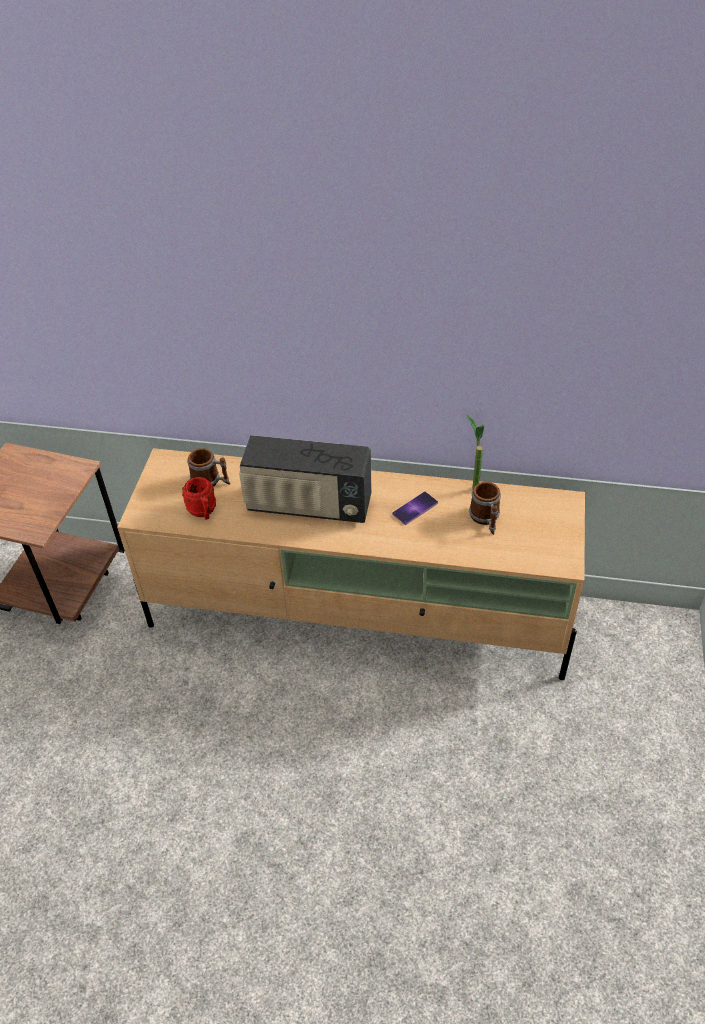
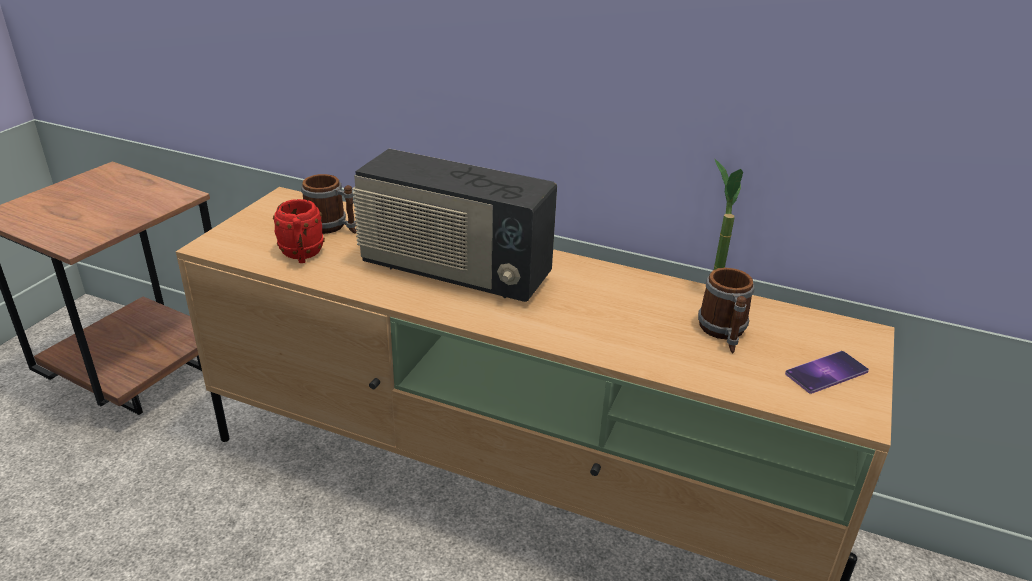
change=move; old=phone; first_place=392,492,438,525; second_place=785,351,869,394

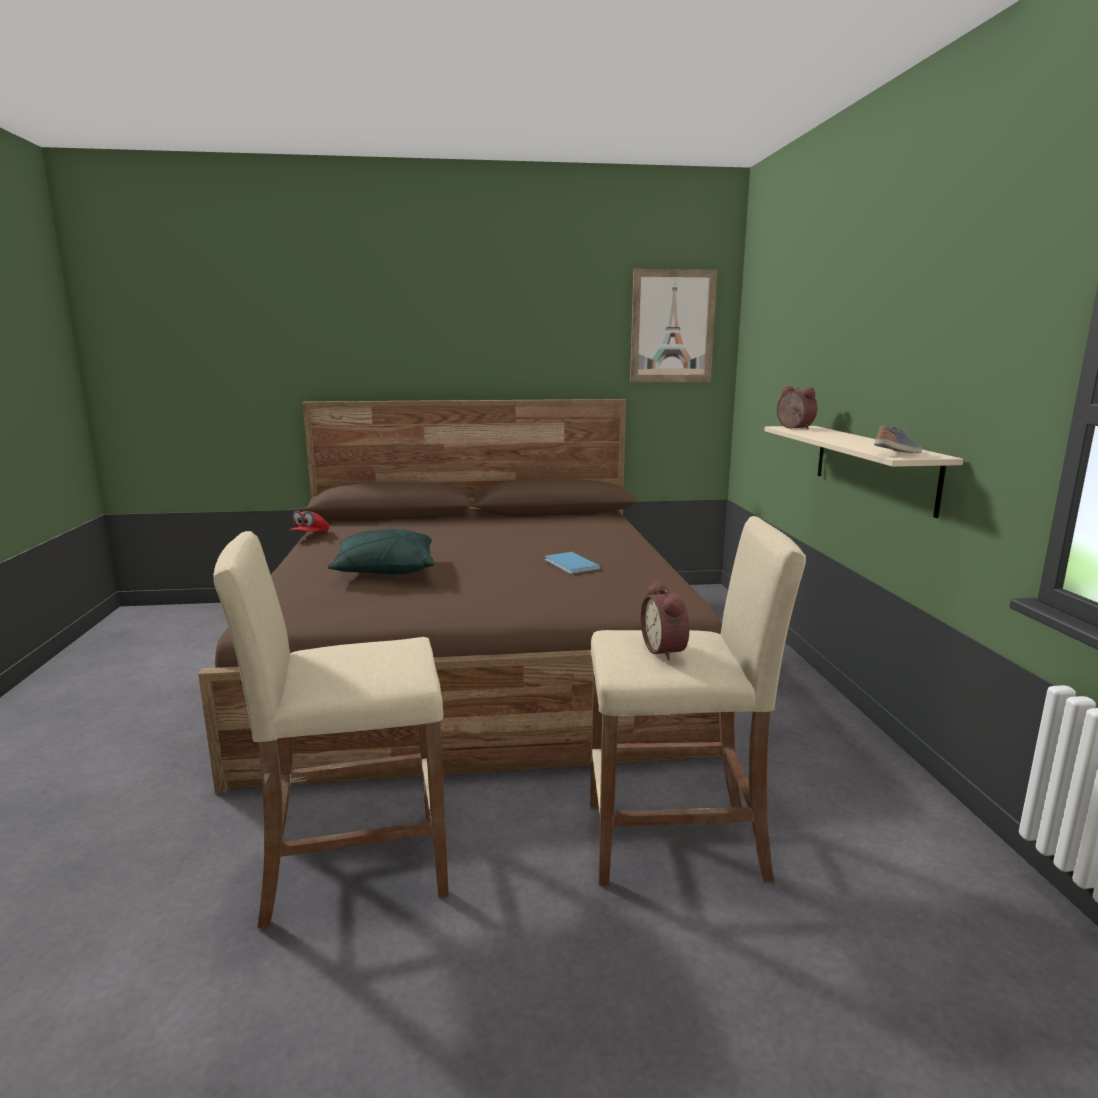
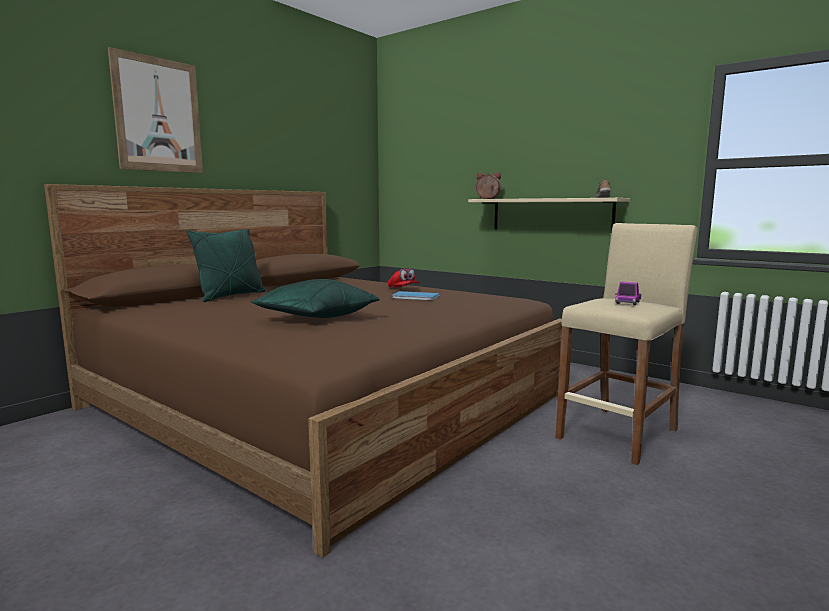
change=move; old=picture; first_place=630,269,717,382; second_place=108,47,203,173
change=insert; new=green pillow; second_place=186,229,266,302
change=move; old=red cap; first_place=289,511,329,532; second_place=388,268,420,288
change=replace; old=alarm clock; new=toy truck; first_place=641,581,689,661; second_place=615,281,641,305
change=delete; old=beige stool; first_place=213,531,449,928

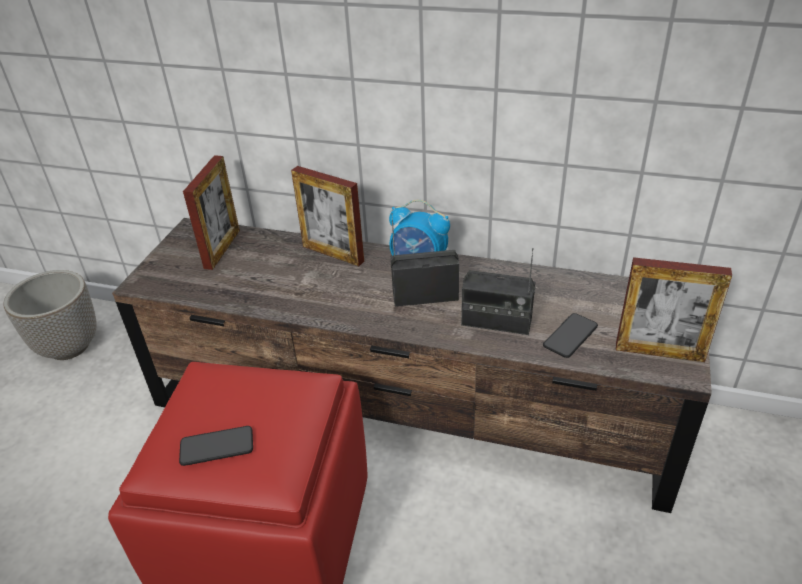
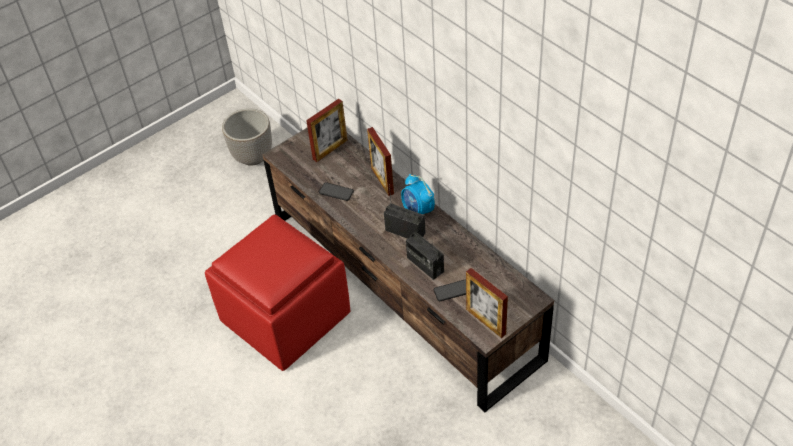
change=move; old=phone; first_place=179,426,253,466; second_place=319,182,354,201

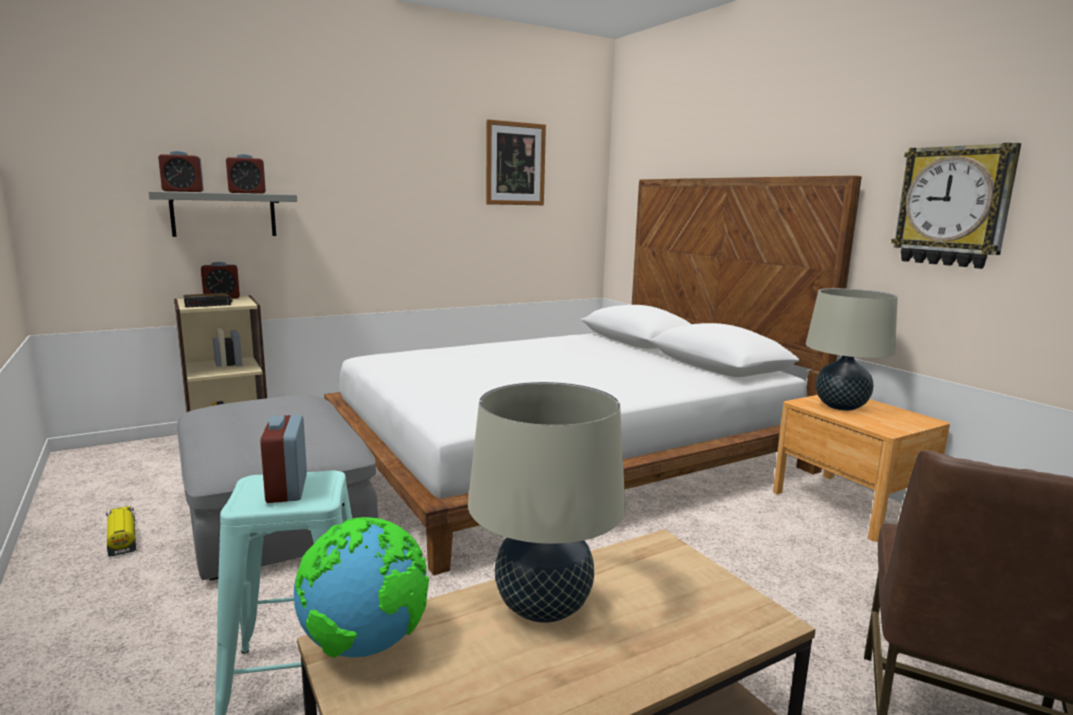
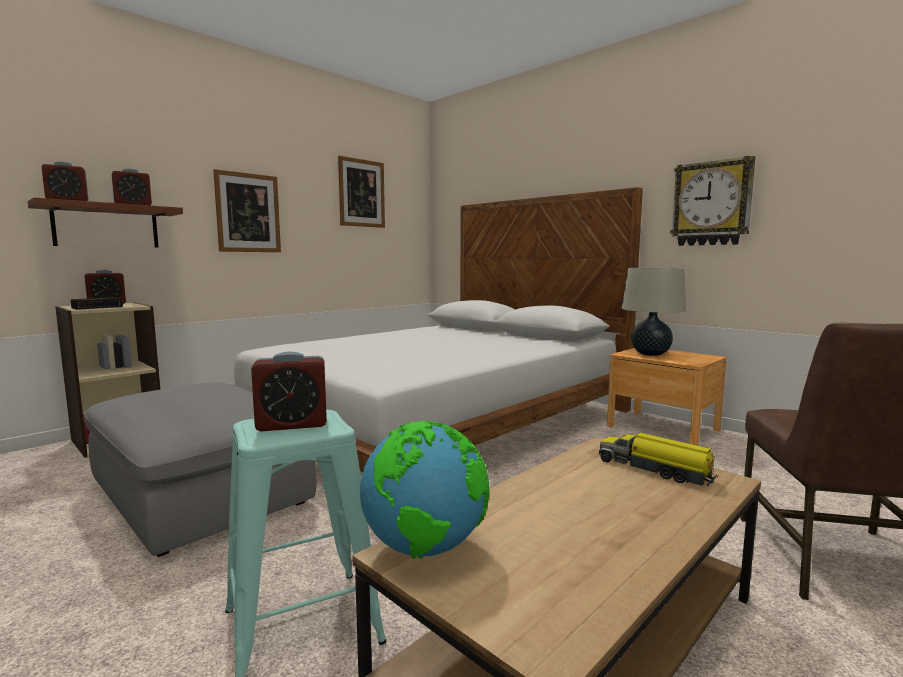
change=recolor; old=grey shelf; new=brown shelf; first_place=148,191,297,237; second_place=27,197,183,248
change=insert; new=picture; second_place=213,169,281,252
change=rotate; old=alarm clock; first_place=260,415,307,503; second_place=251,352,327,432; degrees=-75
change=move; old=toy truck; first_place=106,506,136,557; second_place=599,433,717,486
change=delete; old=beige table lamp; first_place=468,382,625,623

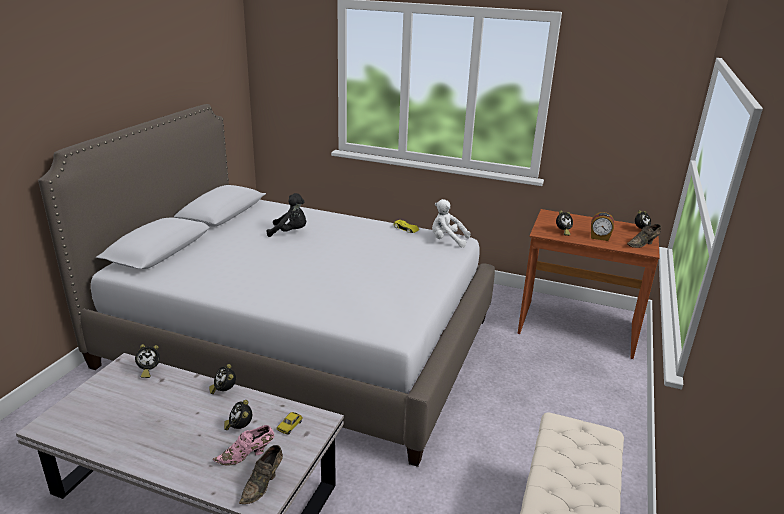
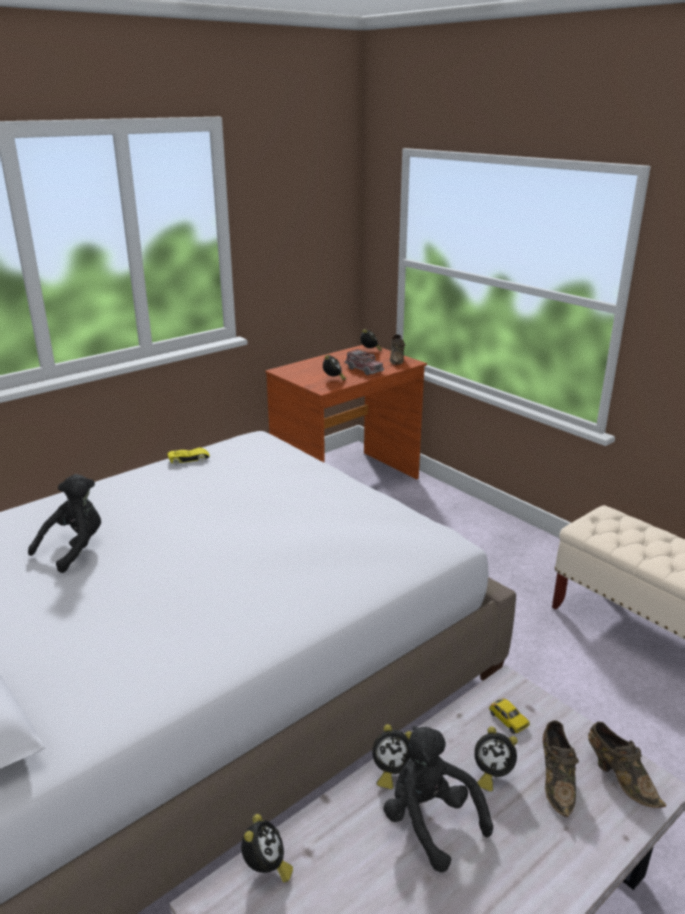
change=replace; old=alarm clock; new=toy truck; first_place=591,212,614,241; second_place=345,349,384,375
change=insert; new=black plush toy; second_place=384,725,493,873
change=recolor; old=pink shoe; new=brown shoe; first_place=213,425,274,466; second_place=543,720,579,817
change=delete; old=white plush toy; first_place=432,199,471,248

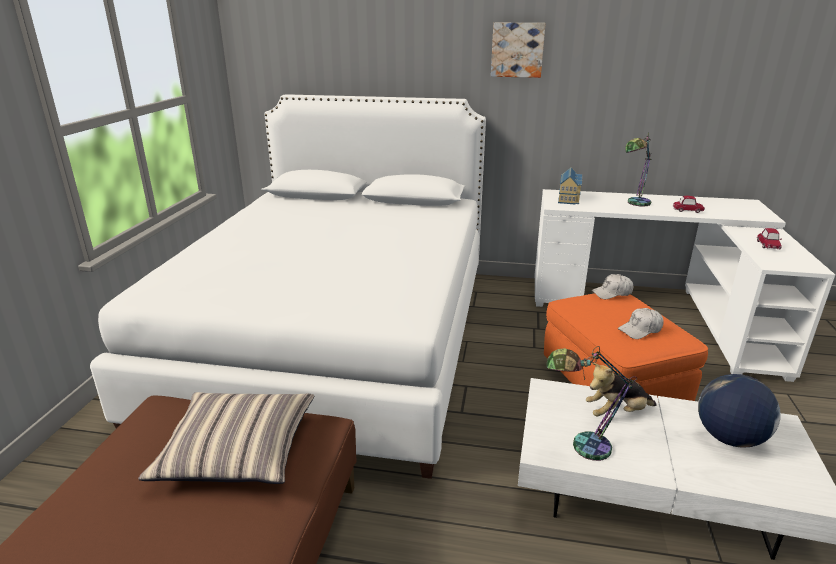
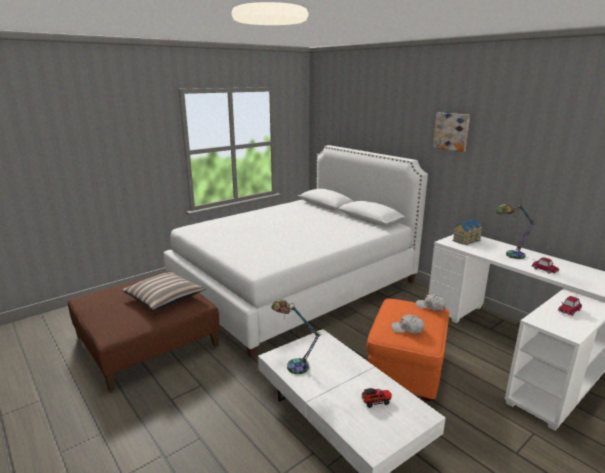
change=replace; old=globe; new=toy truck; first_place=698,374,781,448; second_place=362,388,392,408
change=delete; old=plush toy; first_place=586,363,657,417

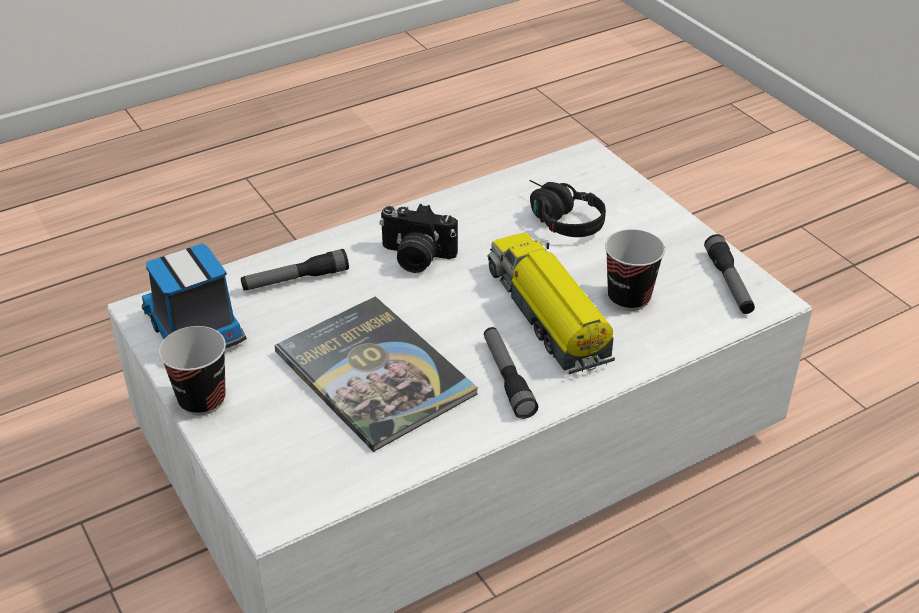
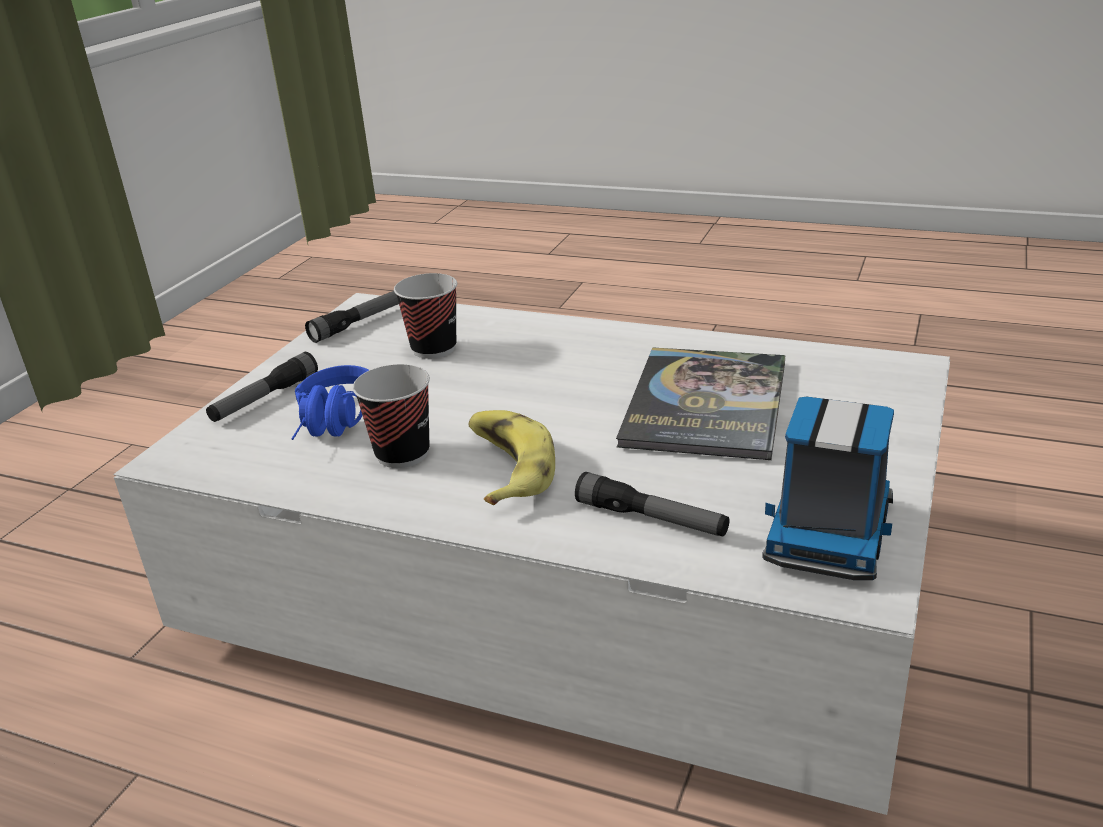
change=move; old=flashlight; first_place=484,327,538,419; second_place=206,352,318,422
change=recolor; old=black headphones; new=blue headphones; first_place=529,180,606,237; second_place=292,365,369,440
change=move; old=cup; first_place=159,326,226,416; second_place=353,364,430,468
change=replace; old=photo camera; new=banana; first_place=379,204,458,273; second_place=468,410,555,505
change=delete; old=toy truck; first_place=487,233,615,374

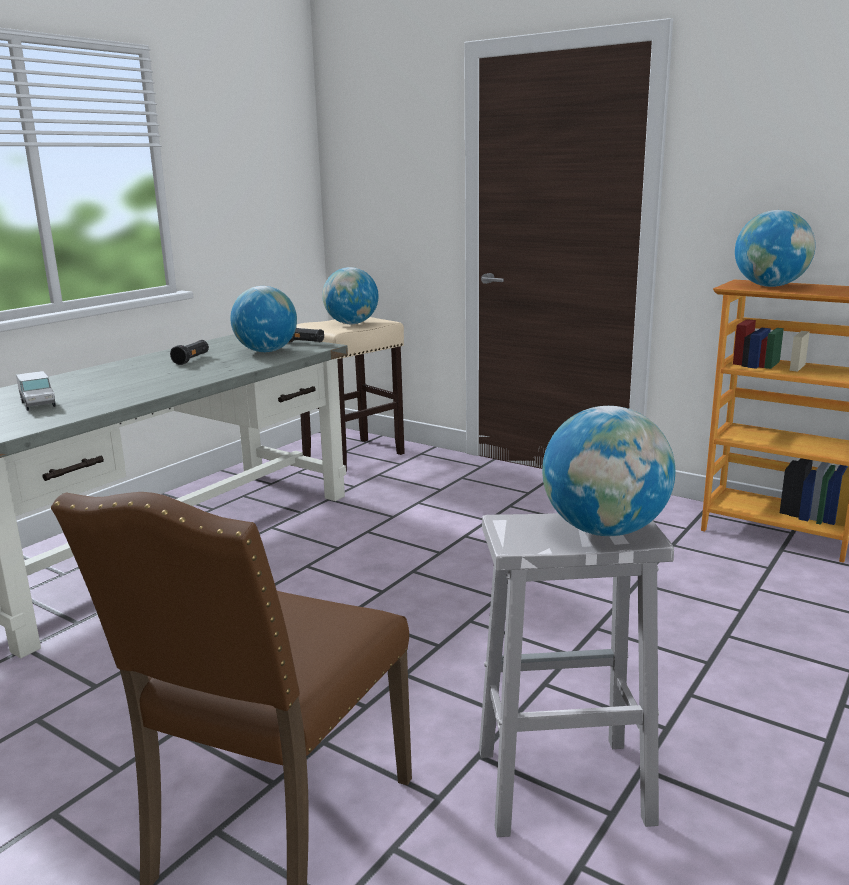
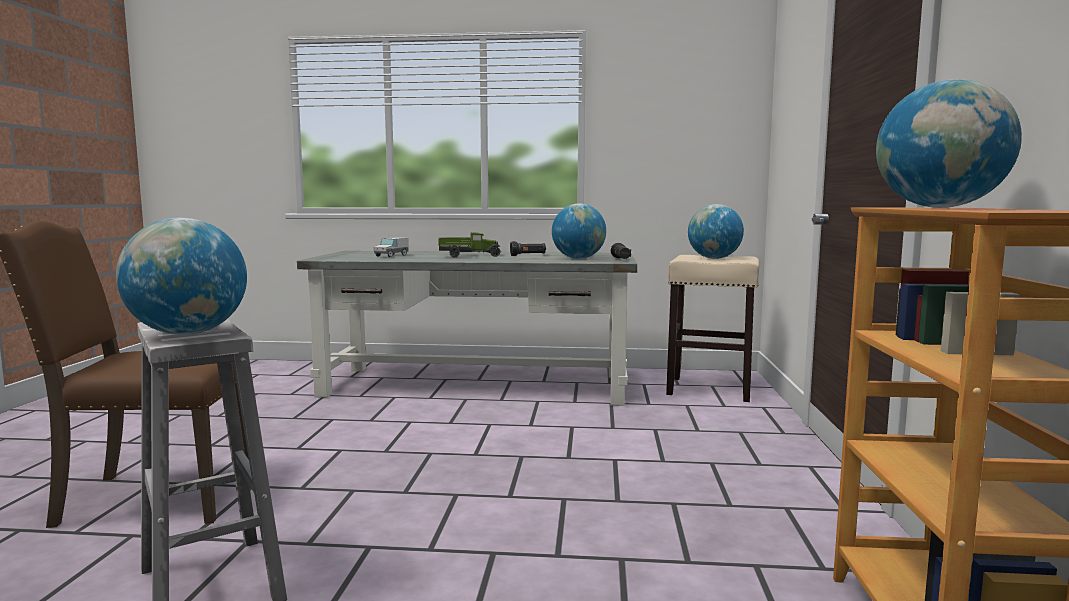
change=insert; new=toy truck; second_place=439,232,501,257

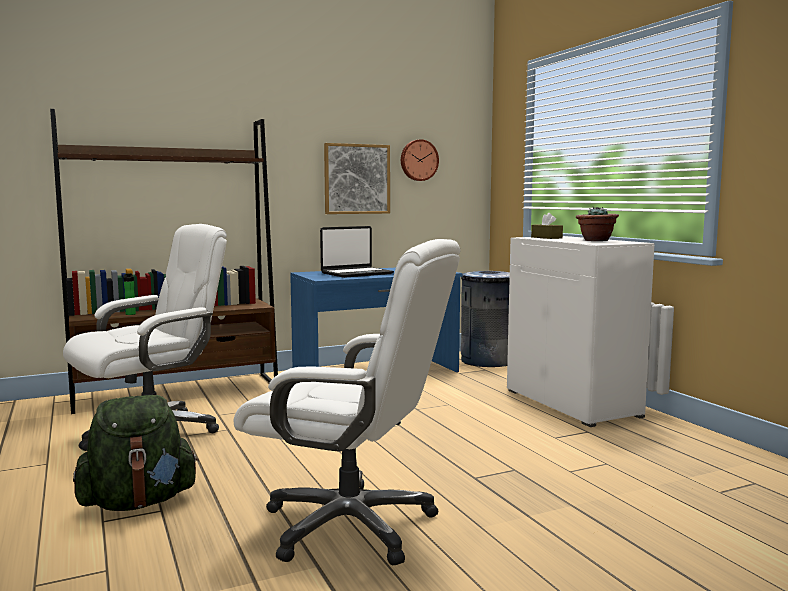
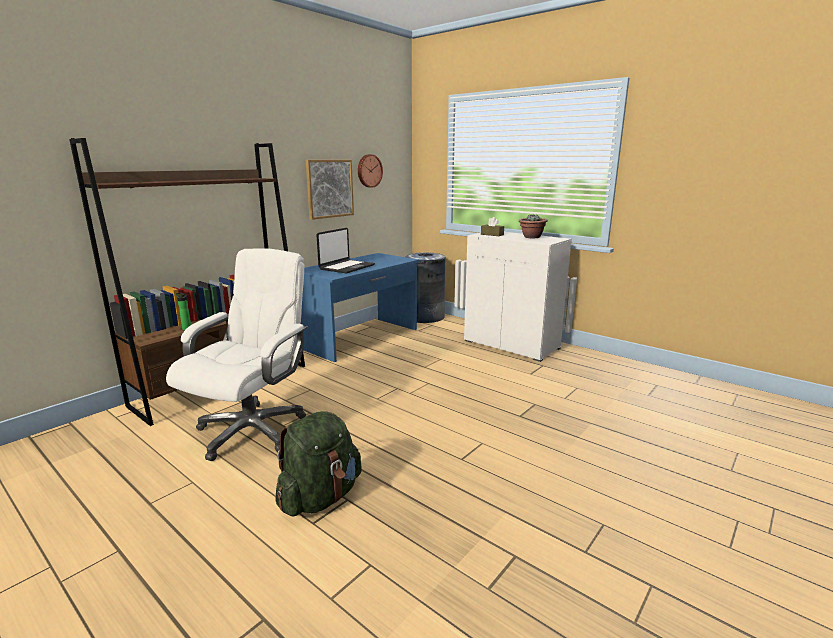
change=delete; old=white office chair; first_place=234,239,461,565

